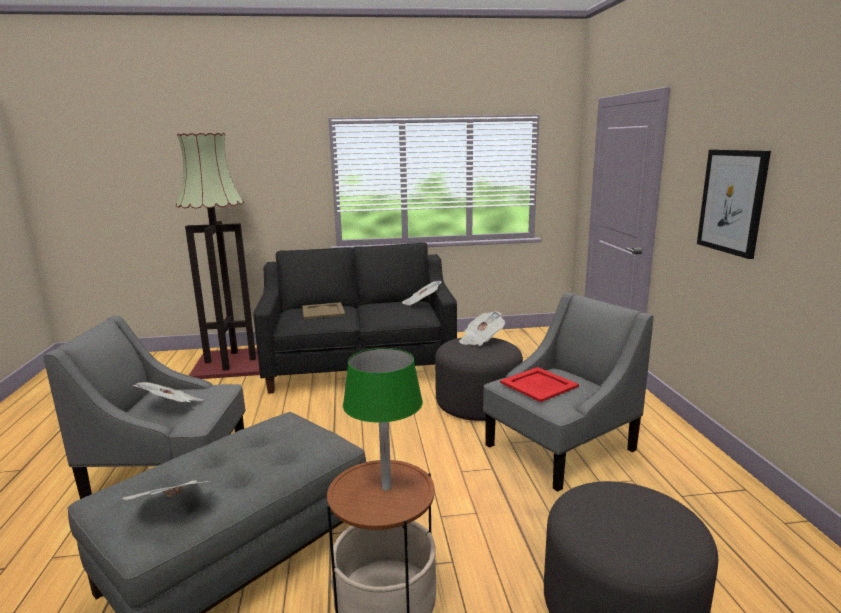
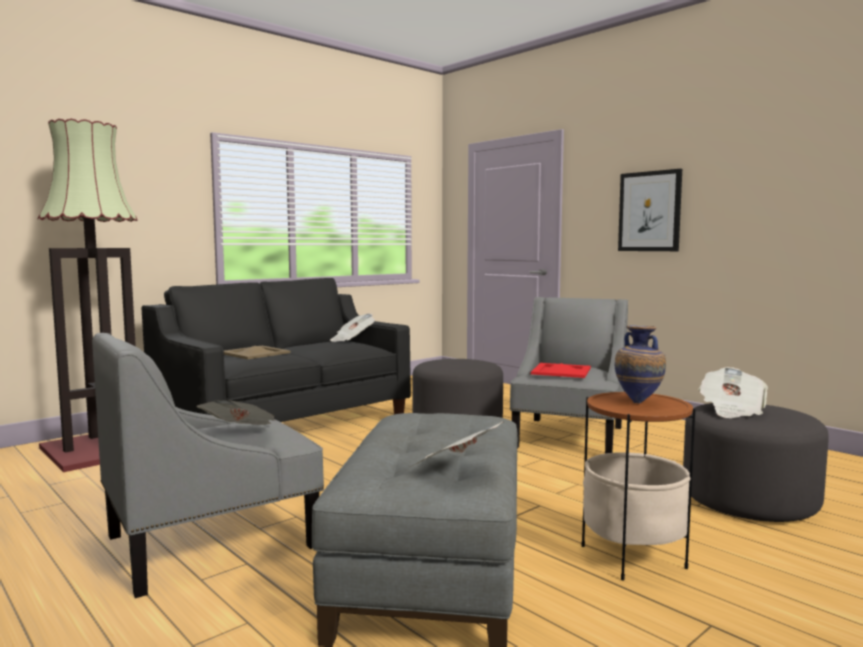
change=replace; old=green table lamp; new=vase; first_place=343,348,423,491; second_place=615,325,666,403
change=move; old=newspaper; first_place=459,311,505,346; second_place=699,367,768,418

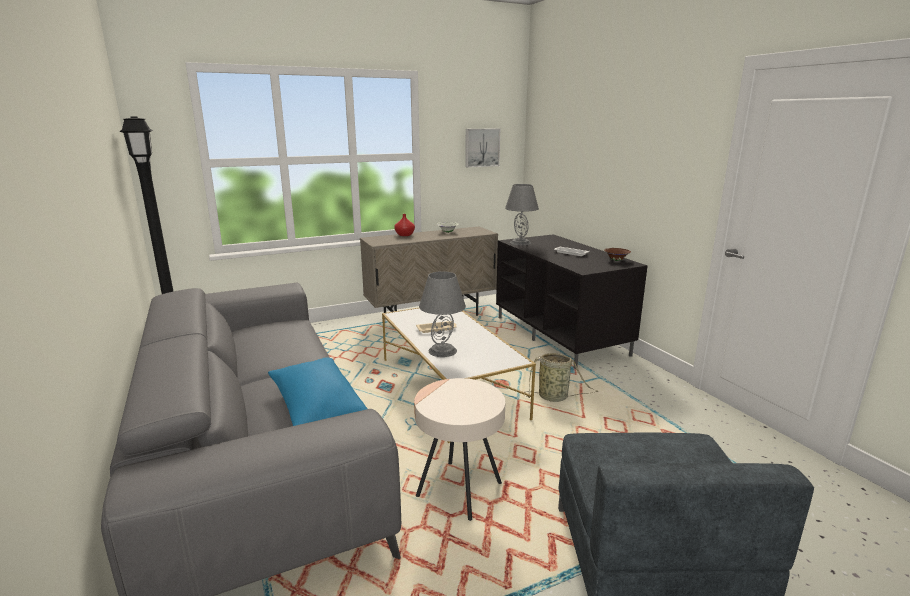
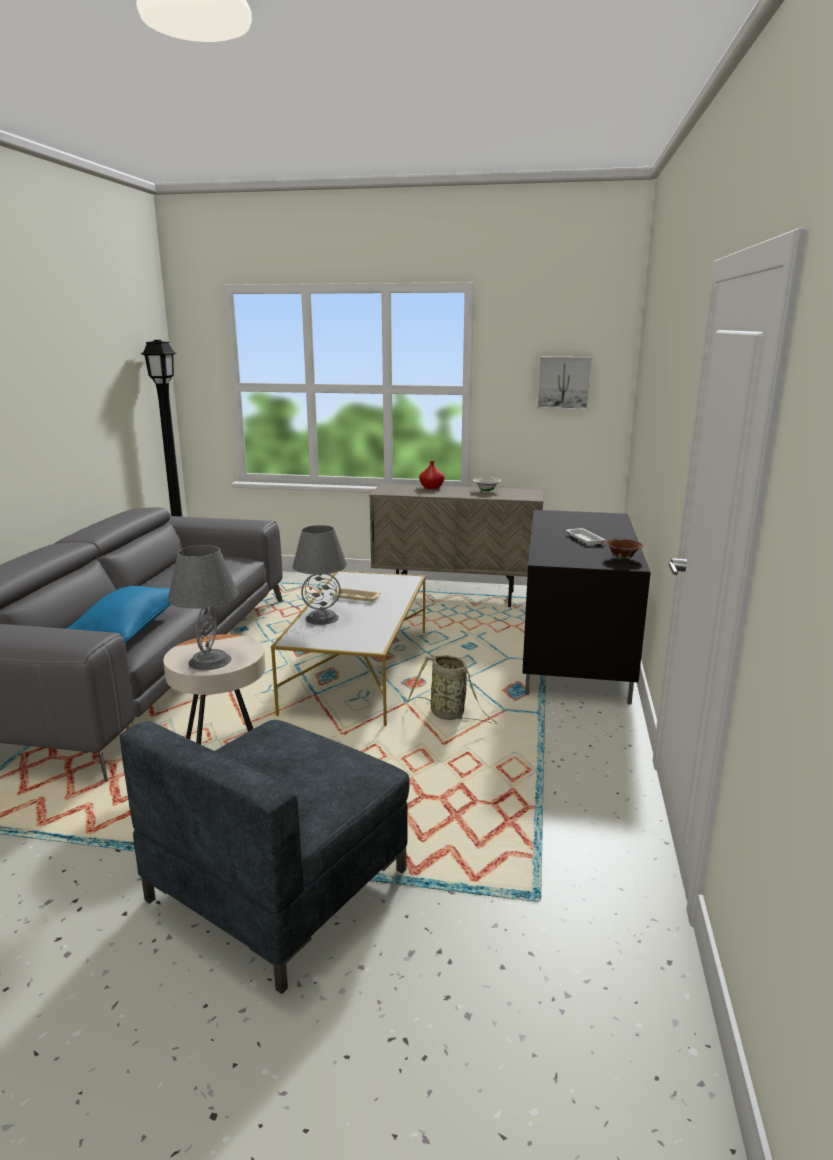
change=move; old=grey table lamp; first_place=505,184,539,245; second_place=168,545,239,670

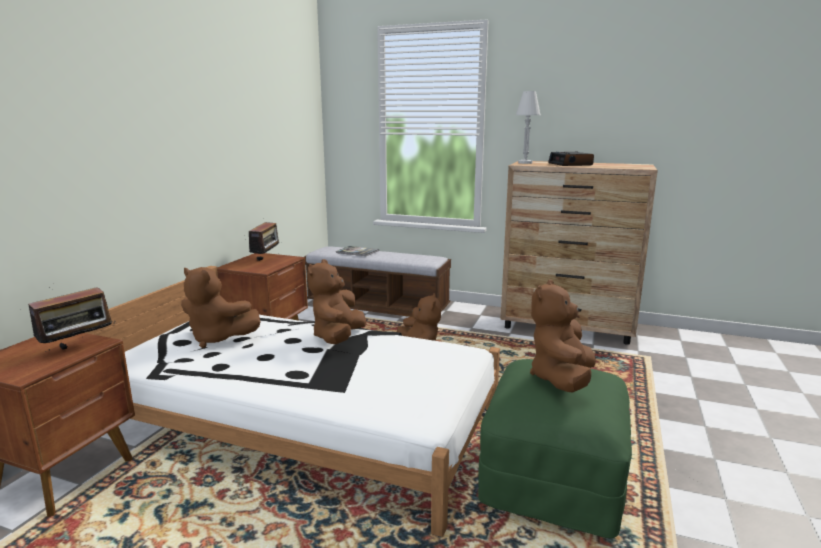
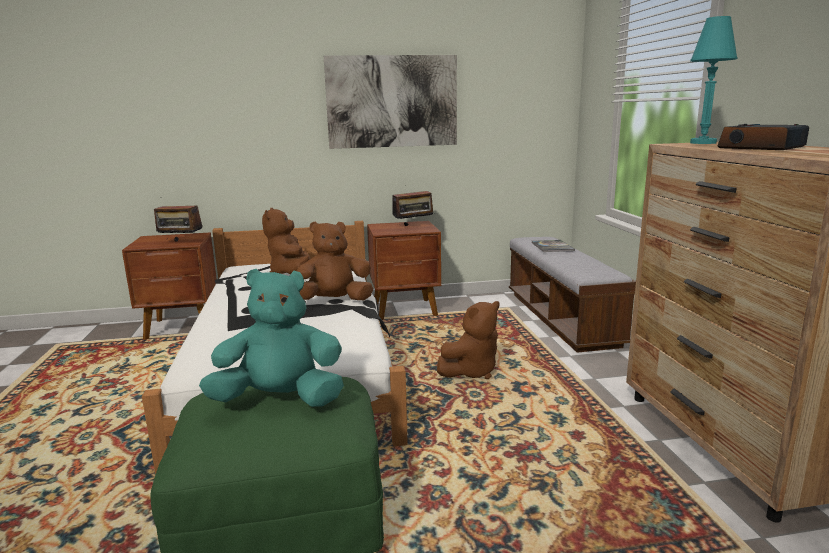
change=recolor; old=brown plush toy; new=turquoise plush toy; first_place=530,280,596,393; second_place=199,269,344,407
change=insert; new=picture; second_place=324,55,457,149
change=recolor; old=white table lamp; new=turquoise table lamp; first_place=516,91,541,164; second_place=690,16,738,144

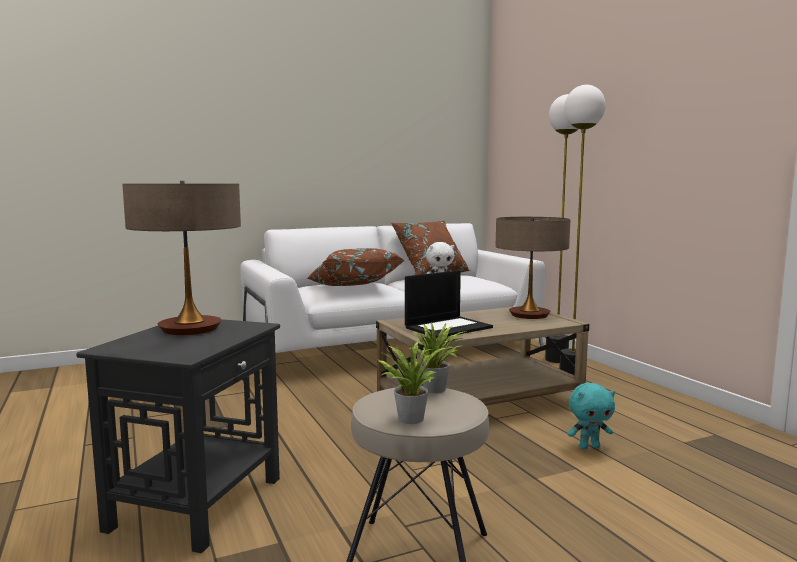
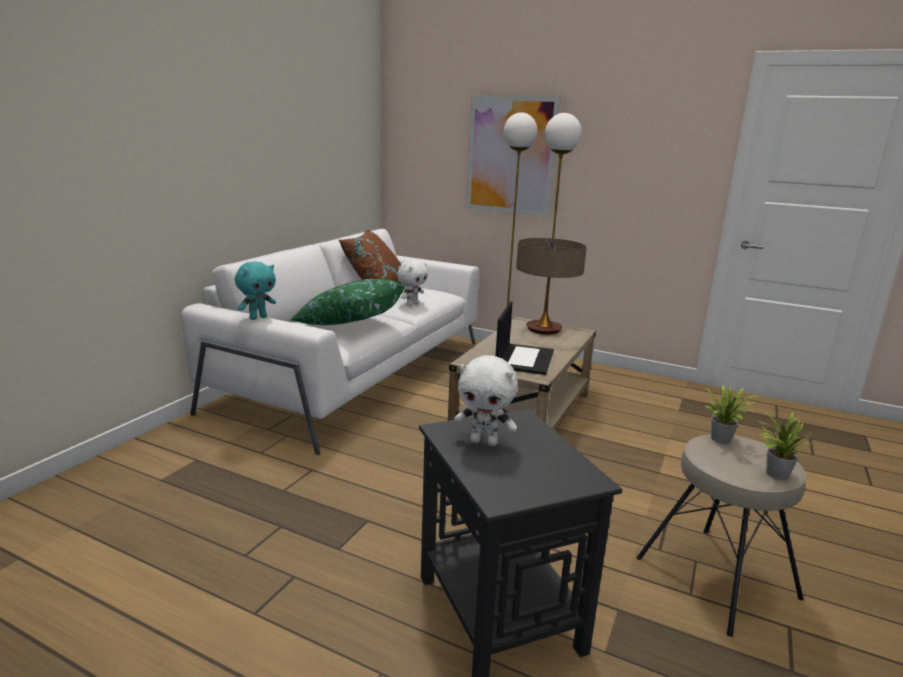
change=move; old=turquoise plush toy; first_place=567,383,615,449; second_place=235,261,276,320
change=recolor; old=brown pillow; new=green pillow; first_place=308,248,405,286; second_place=291,279,405,325
change=replace; old=table lamp; new=white plush toy; first_place=122,181,241,335; second_place=454,355,518,446
change=insert; new=picture; second_place=466,95,561,217

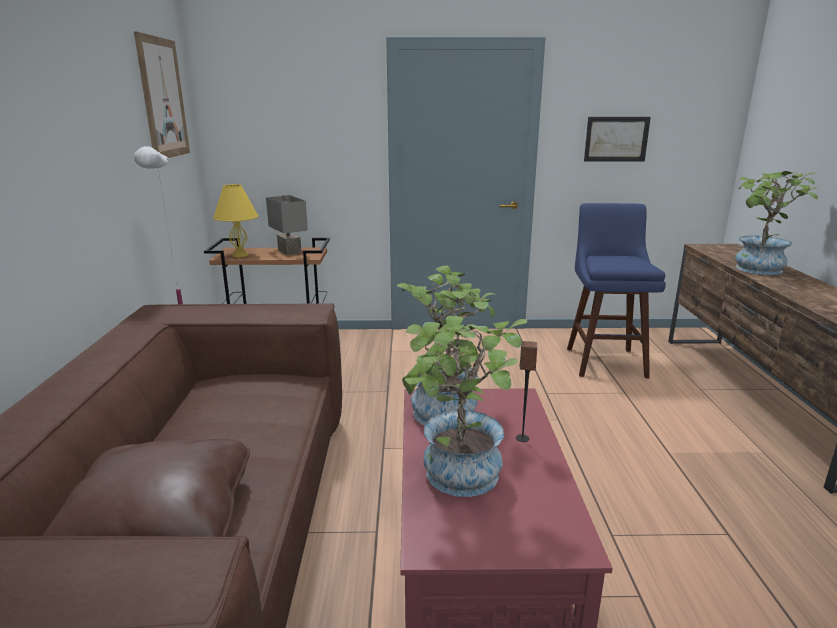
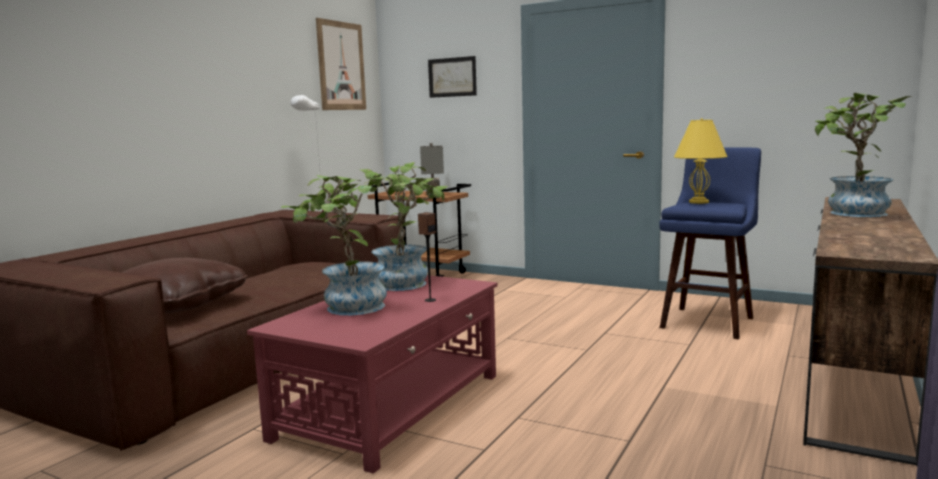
change=move; old=picture; first_place=584,117,651,162; second_place=428,56,477,98
change=move; old=yellow table lamp; first_place=213,184,259,257; second_place=674,118,728,204

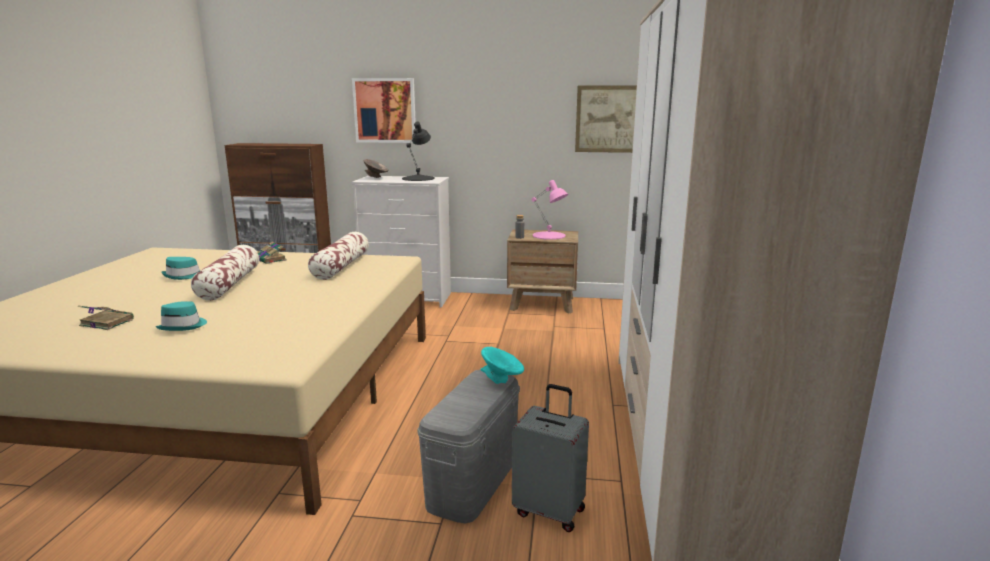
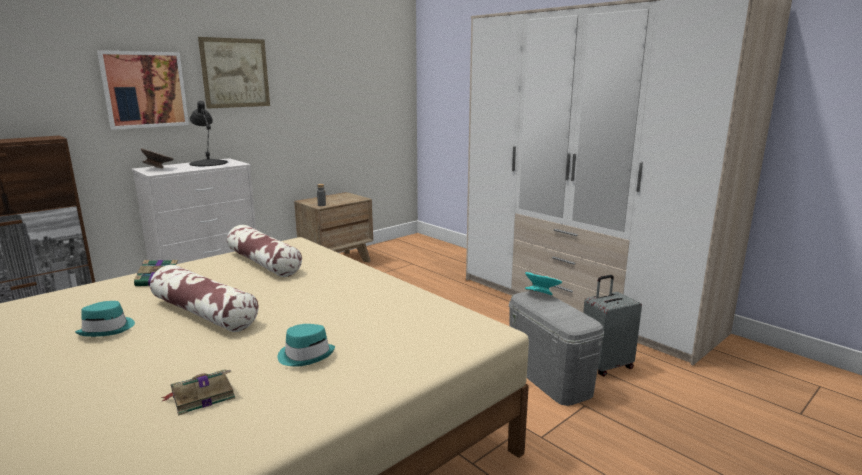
change=move; old=picture; first_place=575,85,637,153; second_place=198,37,270,109
change=delete; old=pink table lamp; first_place=532,180,568,240

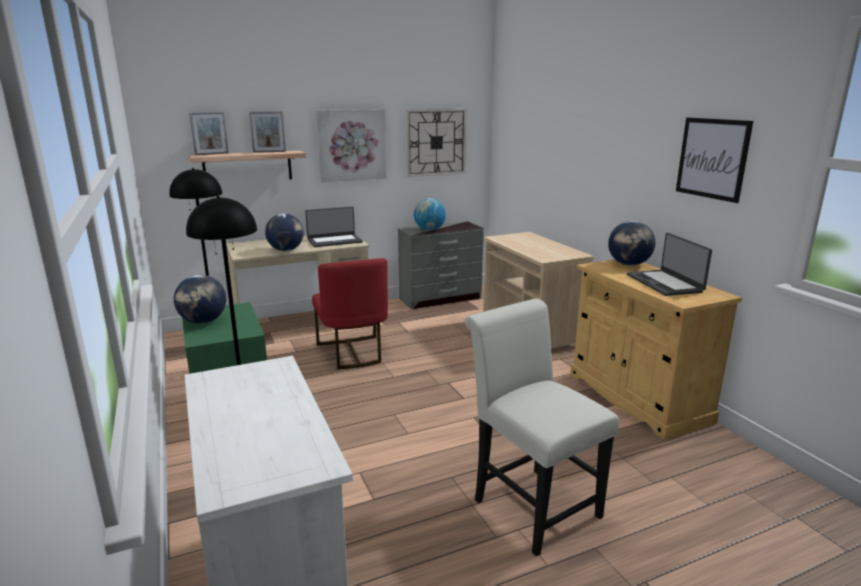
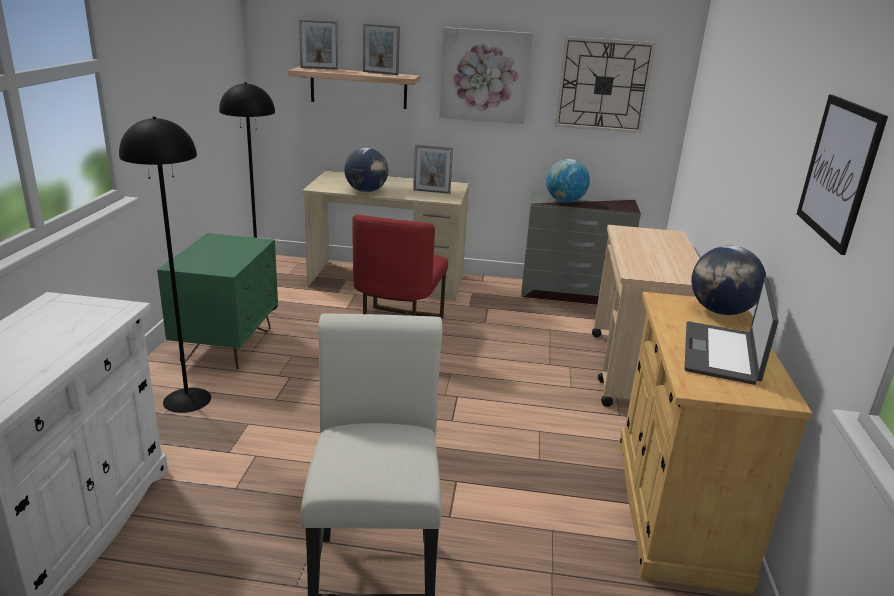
change=replace; old=laptop; new=picture frame; first_place=305,207,363,247; second_place=413,145,453,194
change=delete; old=globe; first_place=174,275,226,324

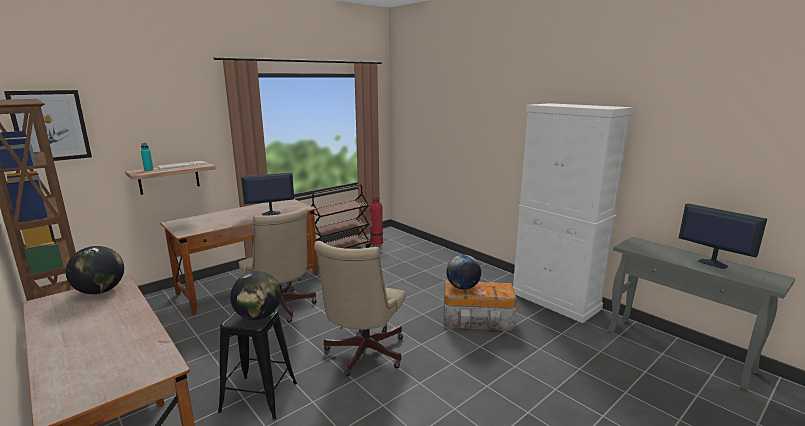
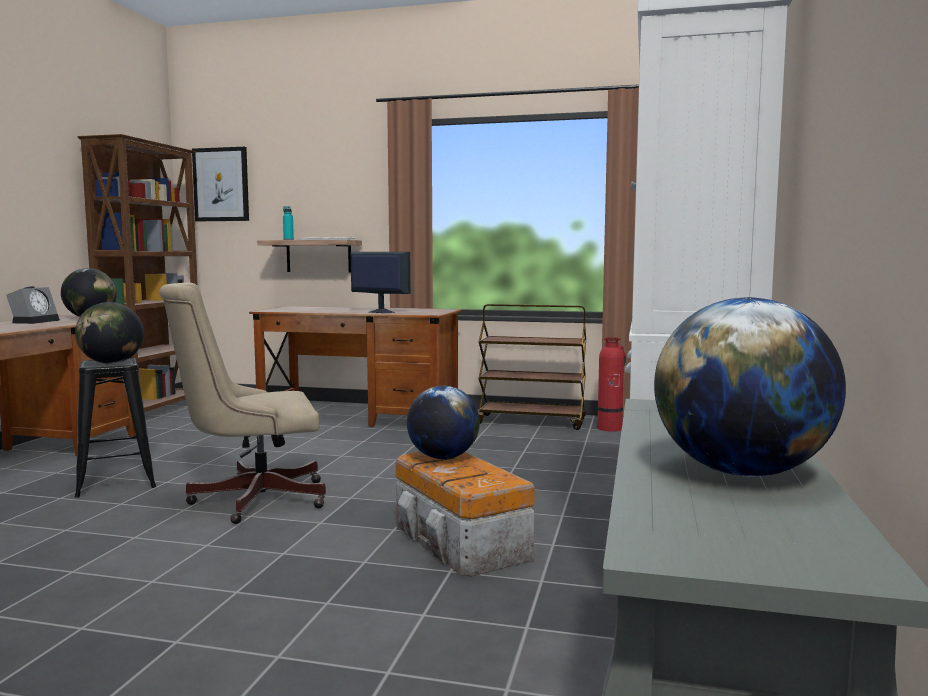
change=insert; new=alarm clock; second_place=6,286,60,324
change=replace; old=monitor; new=globe; first_place=679,203,767,269; second_place=654,297,846,477
change=delete; old=beige office chair; first_place=239,207,317,323

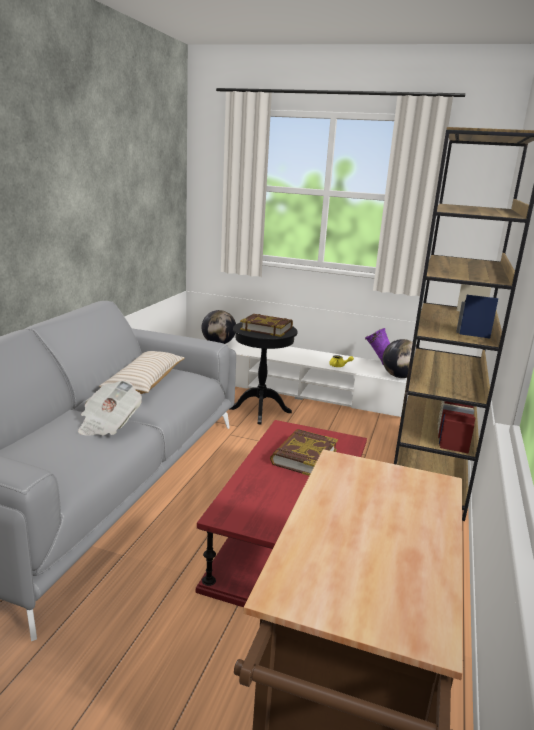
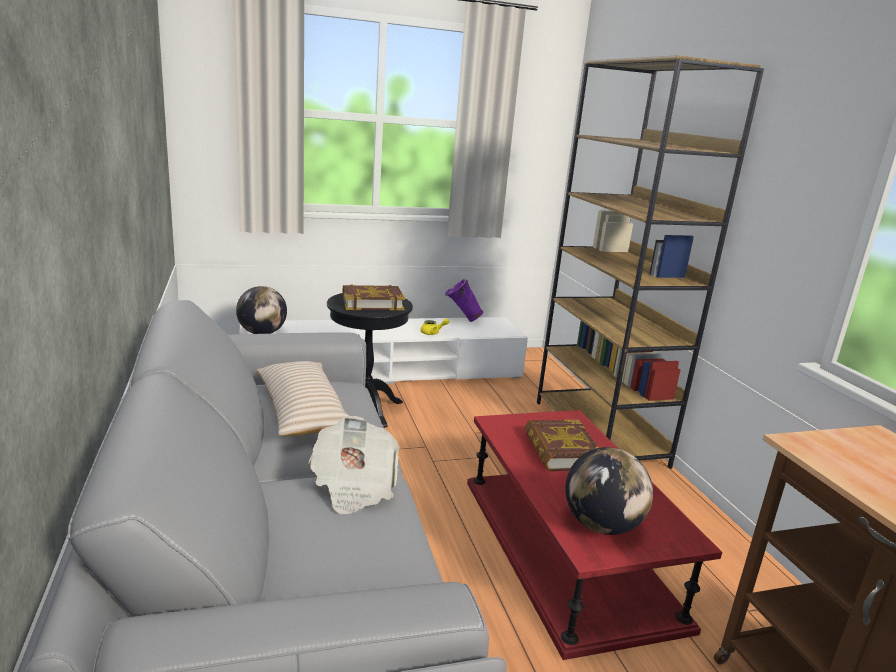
change=move; old=globe; first_place=383,339,417,378; second_place=565,447,653,535

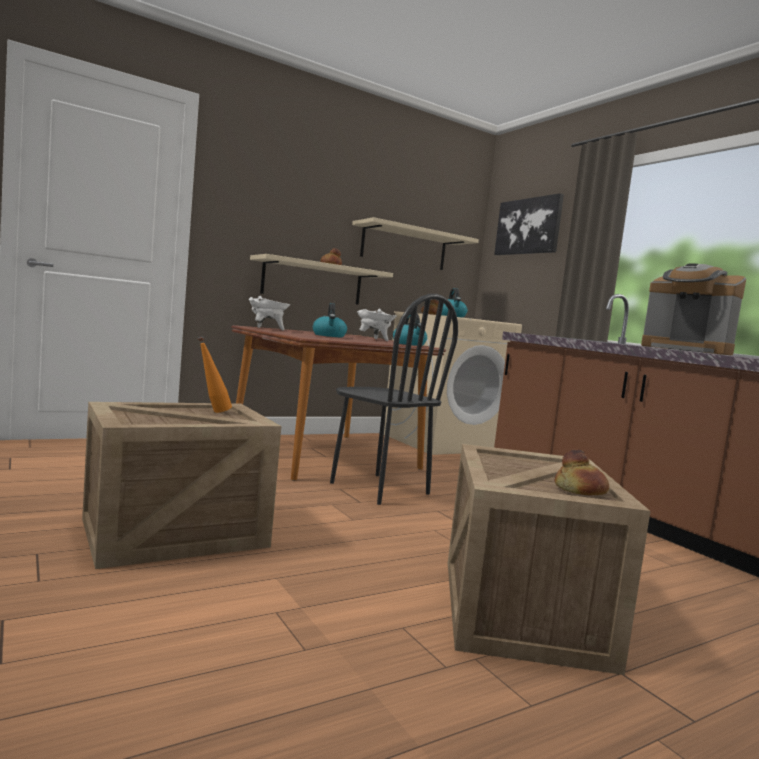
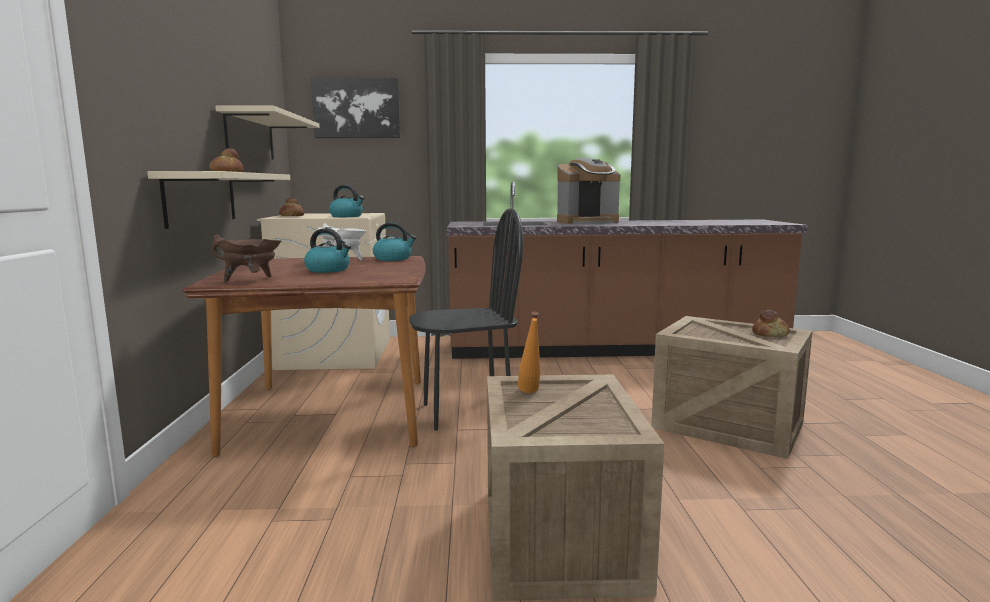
change=recolor; old=white cooking pot; new=brown cooking pot; first_place=249,296,290,331; second_place=212,235,281,282

